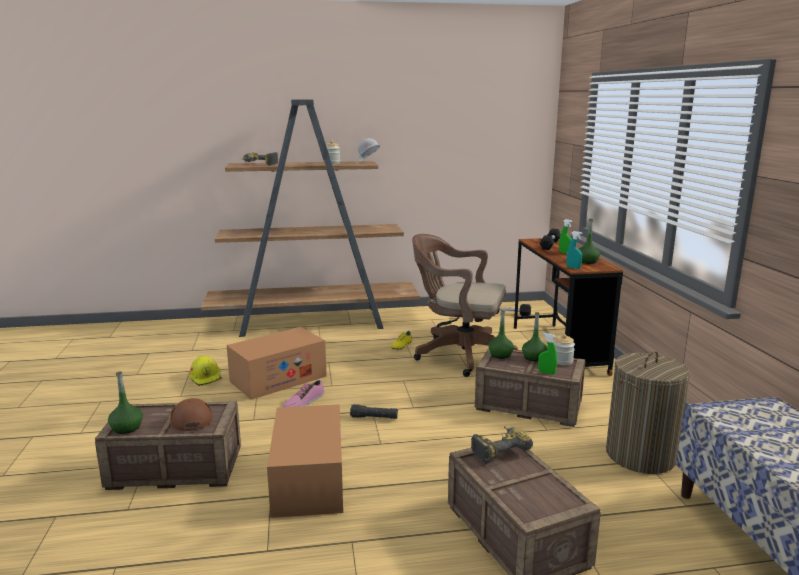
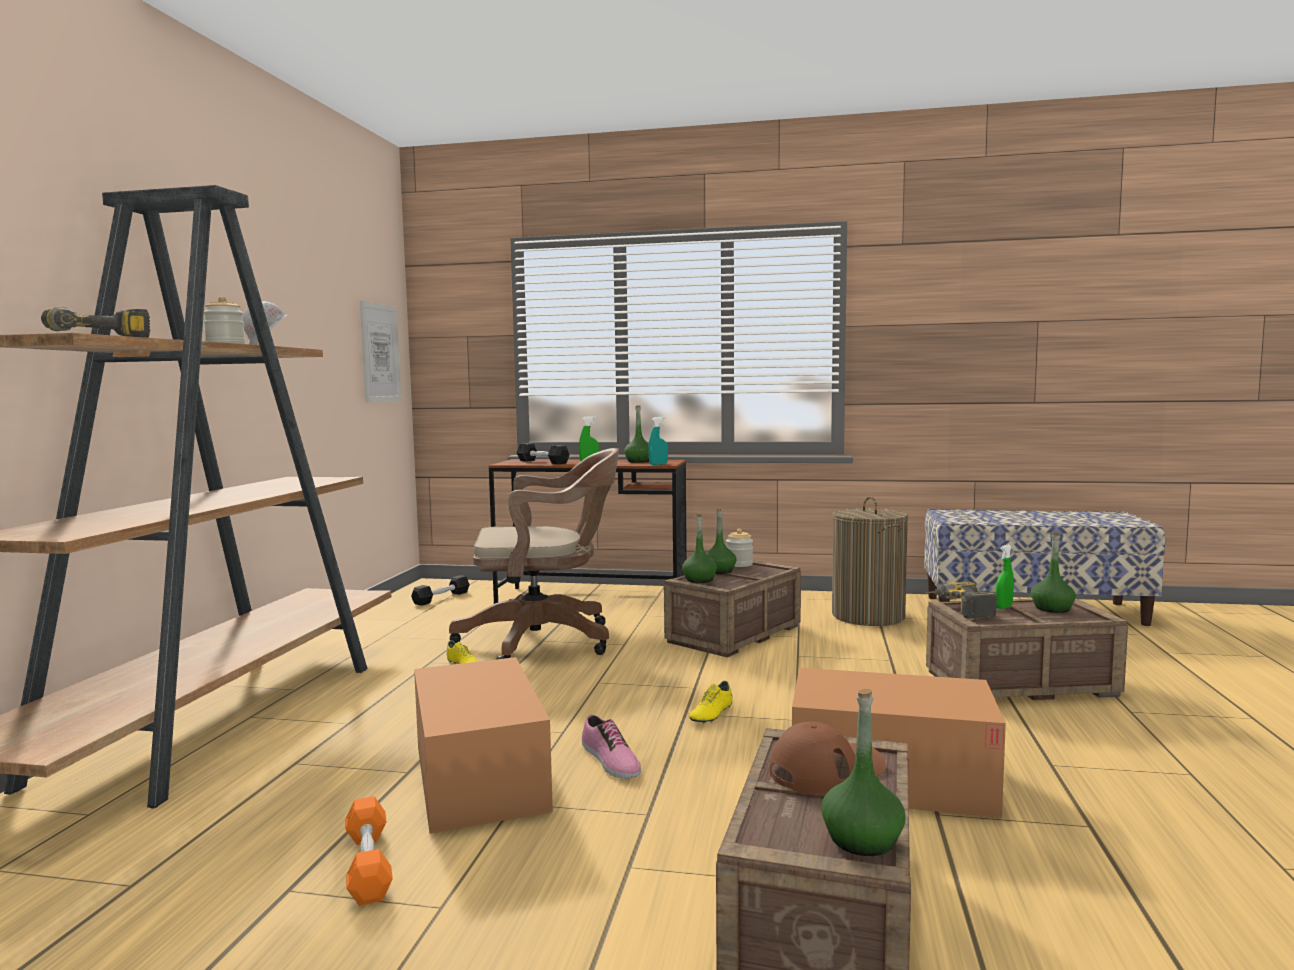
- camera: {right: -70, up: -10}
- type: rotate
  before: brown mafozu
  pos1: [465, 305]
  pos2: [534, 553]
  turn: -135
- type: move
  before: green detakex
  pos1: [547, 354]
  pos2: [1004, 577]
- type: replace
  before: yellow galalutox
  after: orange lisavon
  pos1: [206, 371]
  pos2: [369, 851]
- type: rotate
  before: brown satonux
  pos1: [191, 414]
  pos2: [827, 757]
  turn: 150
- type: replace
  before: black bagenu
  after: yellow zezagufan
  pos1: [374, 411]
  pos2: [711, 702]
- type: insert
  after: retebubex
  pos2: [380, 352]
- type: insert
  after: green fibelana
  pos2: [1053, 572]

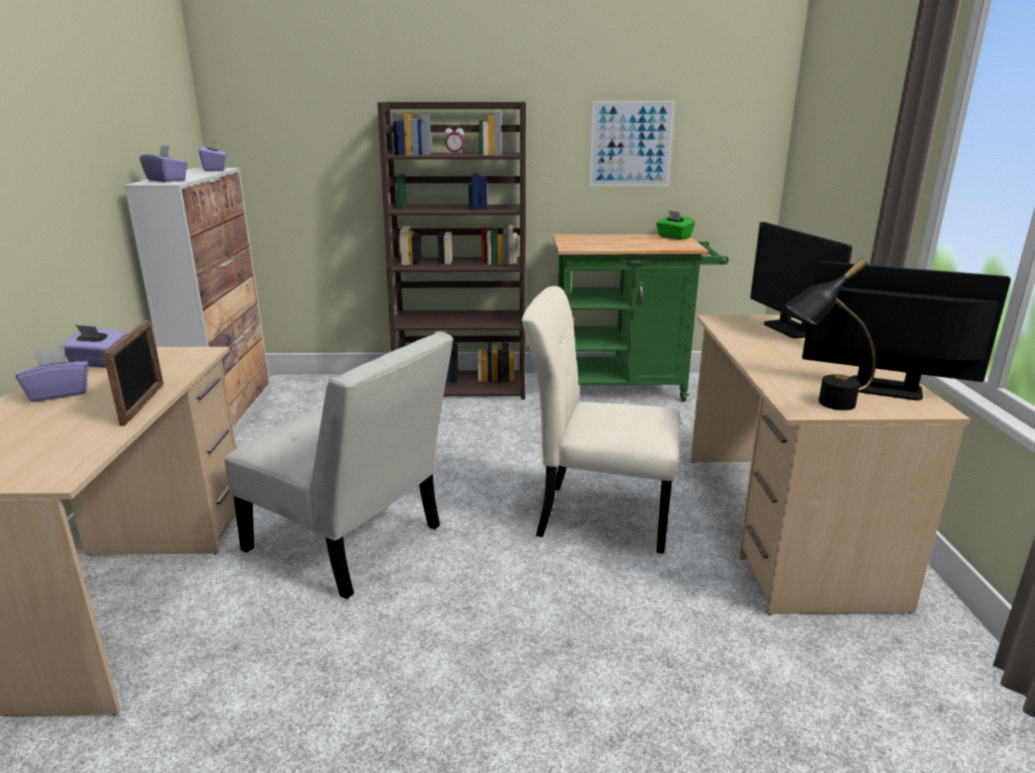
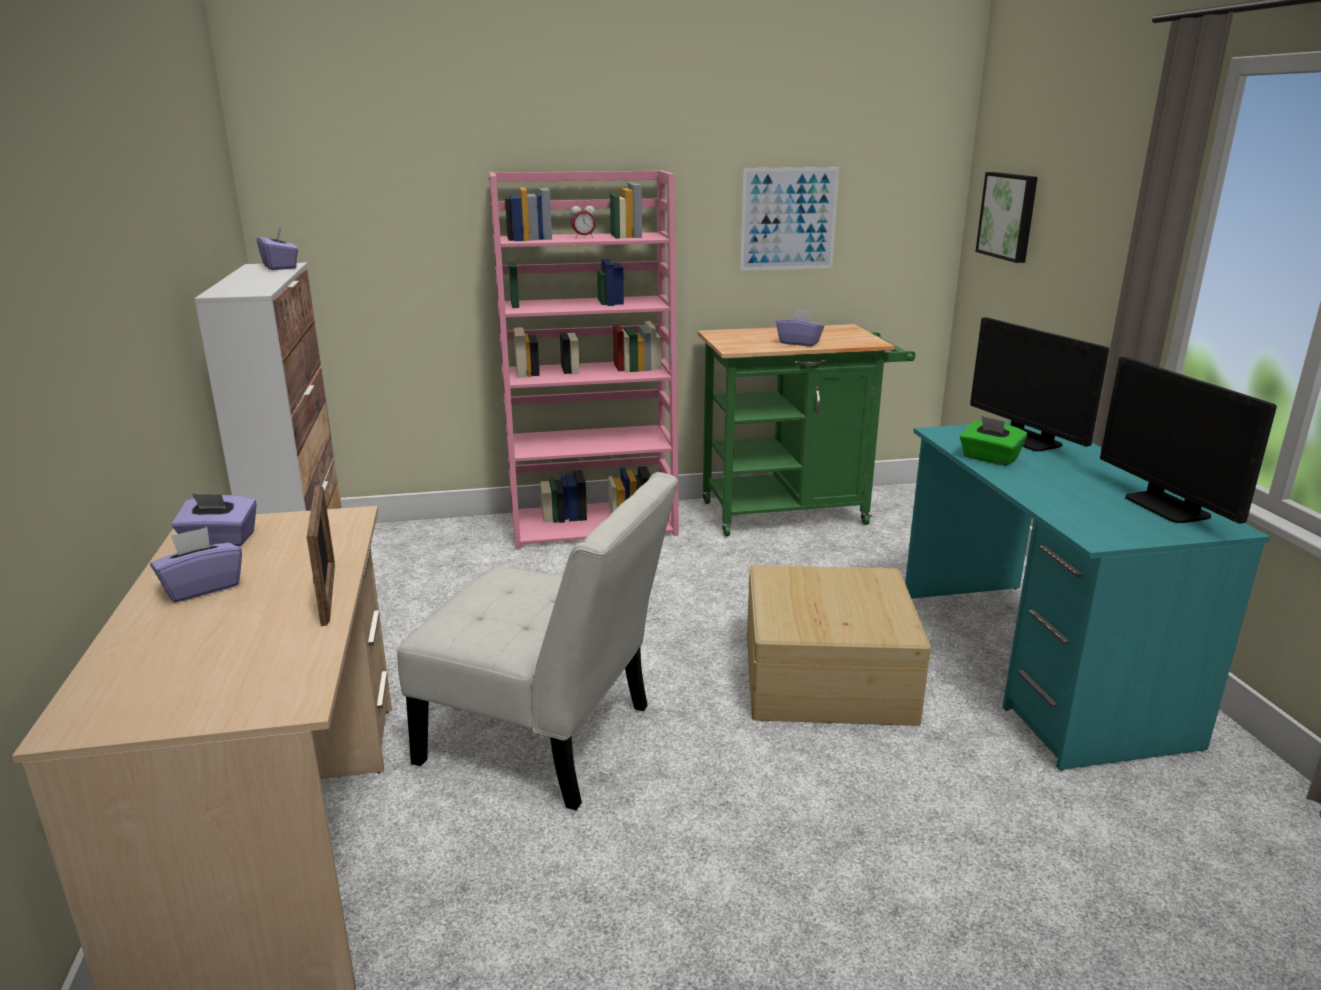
- camera: {right: -10, up: 0}
- type: recolor
  before: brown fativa
  after: pink fativa
  pos1: [451, 250]
  pos2: [584, 359]
- type: move
  before: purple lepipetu
  pos1: [163, 163]
  pos2: [800, 327]
- type: move
  before: green lepipetu
  pos1: [675, 225]
  pos2: [993, 441]
- type: delete
  before: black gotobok
  pos1: [830, 334]
- type: rotate
  before: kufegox
  pos1: [906, 331]
  pos2: [1188, 440]
  turn: -120
- type: replace
  before: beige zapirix
  after: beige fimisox
  pos1: [601, 420]
  pos2: [839, 645]
- type: recolor
  before: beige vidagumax
  after: turquoise vidagumax
  pos1: [830, 465]
  pos2: [1087, 596]
- type: insert
  after: retebubex
  pos2: [1006, 217]

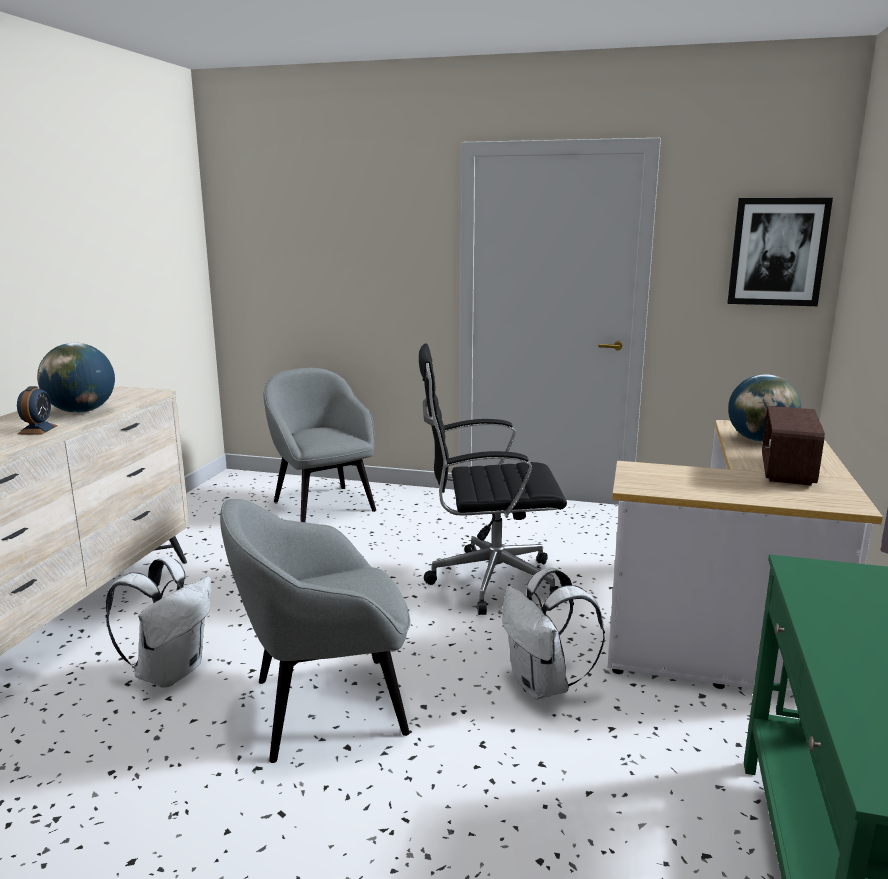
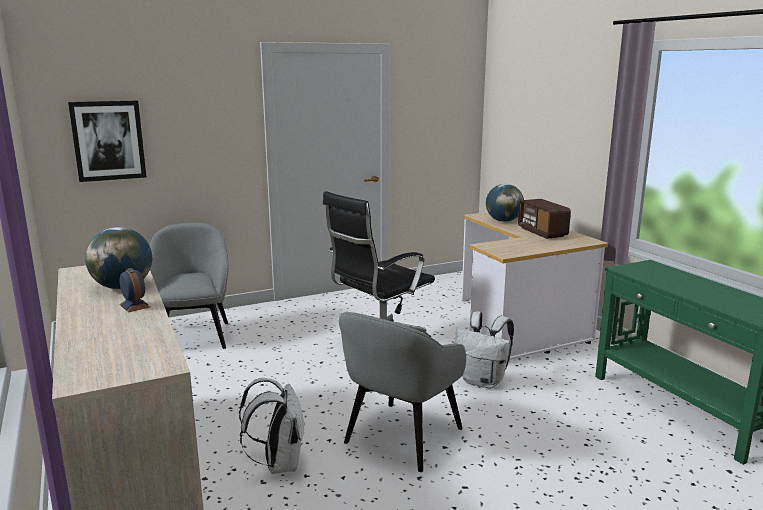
- camera: {right: -40, up: 0}
- type: move
  before: retebubex
  pos1: [780, 252]
  pos2: [107, 141]
- type: rotate
  before: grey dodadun
  pos1: [320, 445]
  pos2: [189, 286]
  turn: 60

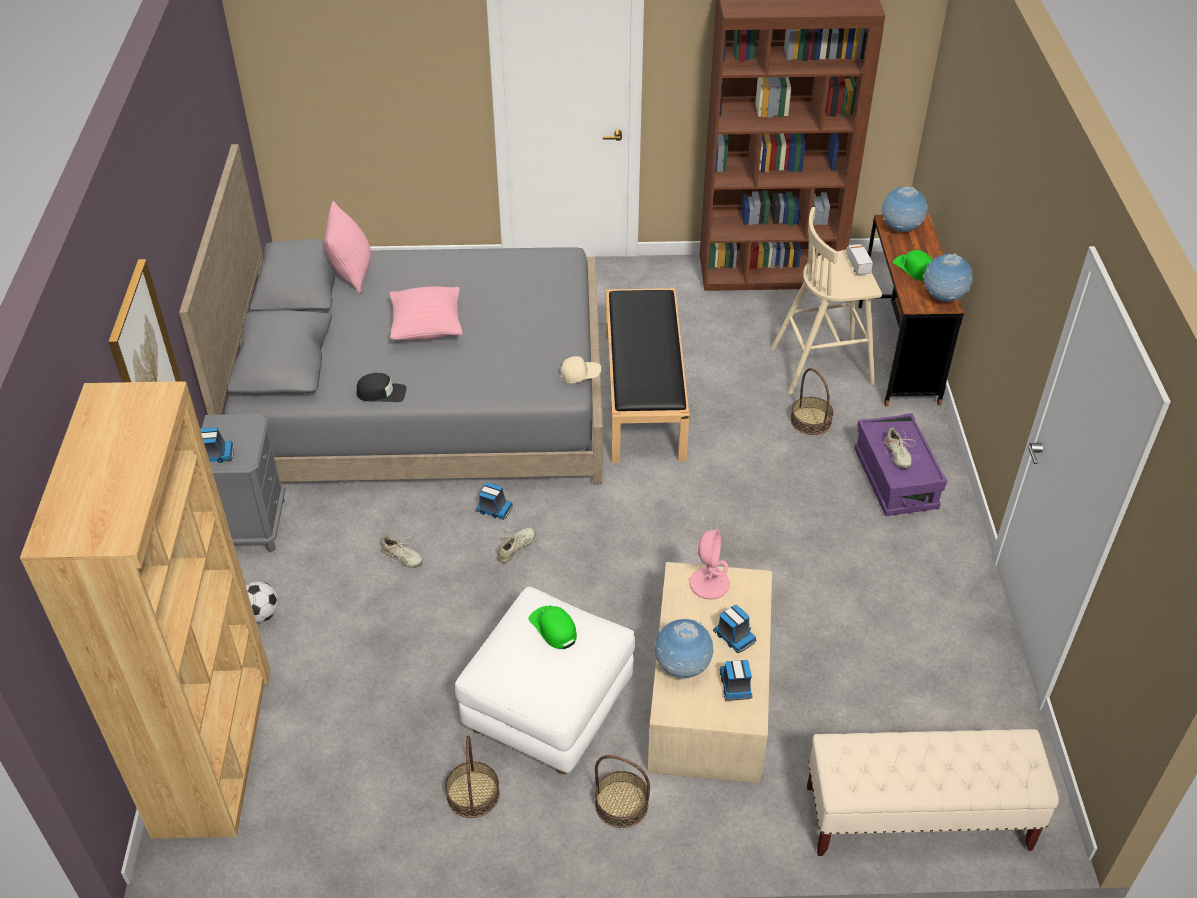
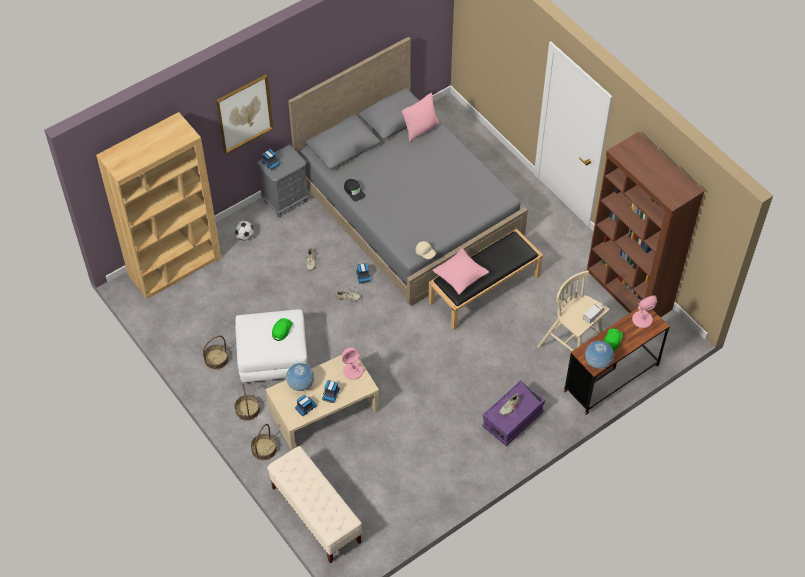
- camera: {right: 55, up: 10}
- type: replace
  before: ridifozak
  after: pink gotobok
  pos1: [905, 209]
  pos2: [644, 311]
- type: move
  before: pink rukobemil
  pos1: [426, 313]
  pos2: [461, 271]
- type: move
  before: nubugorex
  pos1: [812, 401]
  pos2: [264, 442]

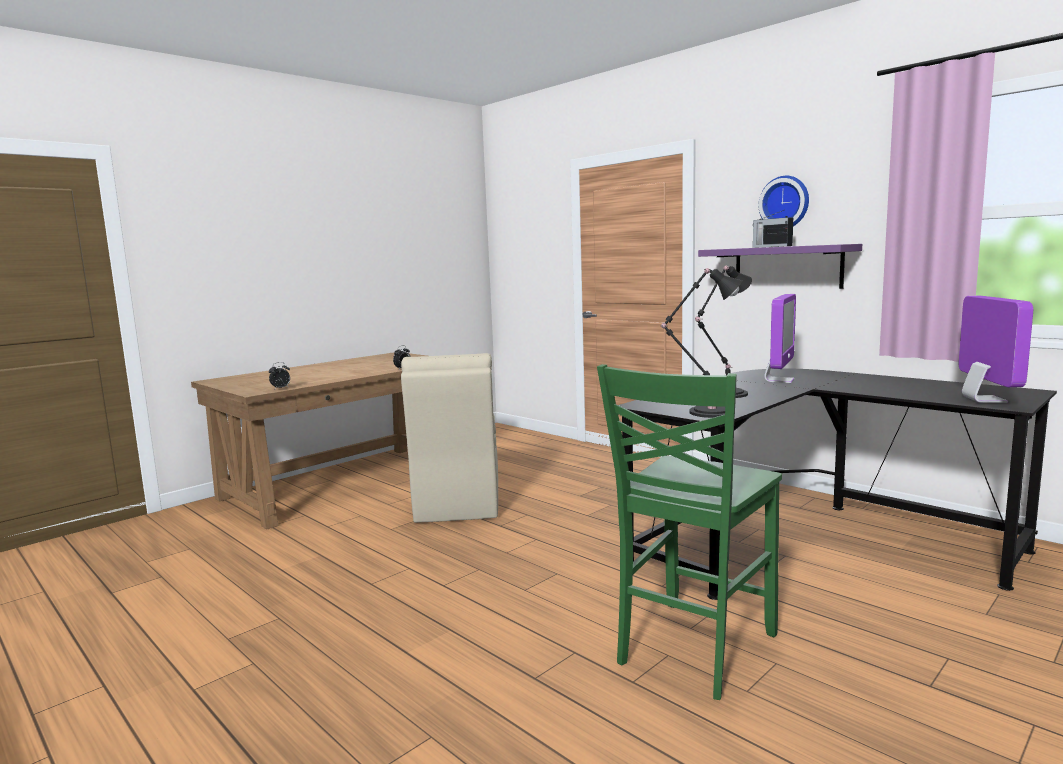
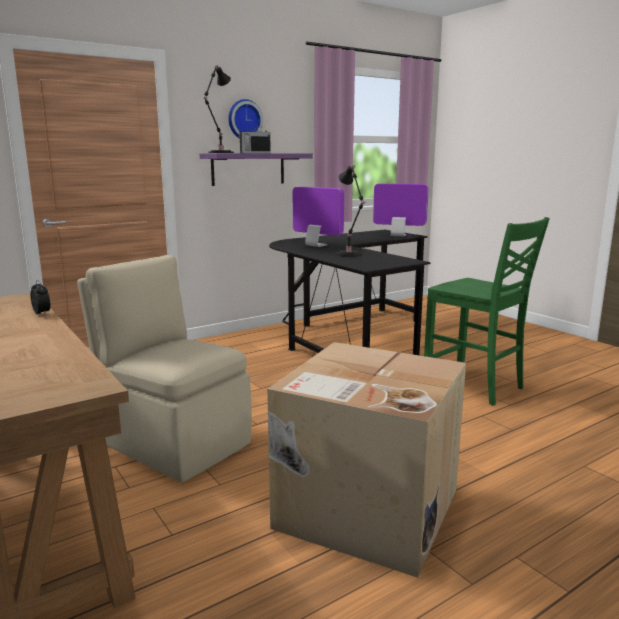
- camera: {right: -80, up: 5}
- type: move
  before: black gotobok
  pos1: [701, 343]
  pos2: [219, 109]
- type: rotate
  before: beige zapirix
  pos1: [449, 438]
  pos2: [164, 368]
  turn: -150
- type: delete
  before: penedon
  pos1: [279, 376]
- type: insert
  after: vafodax
  pos2: [366, 460]

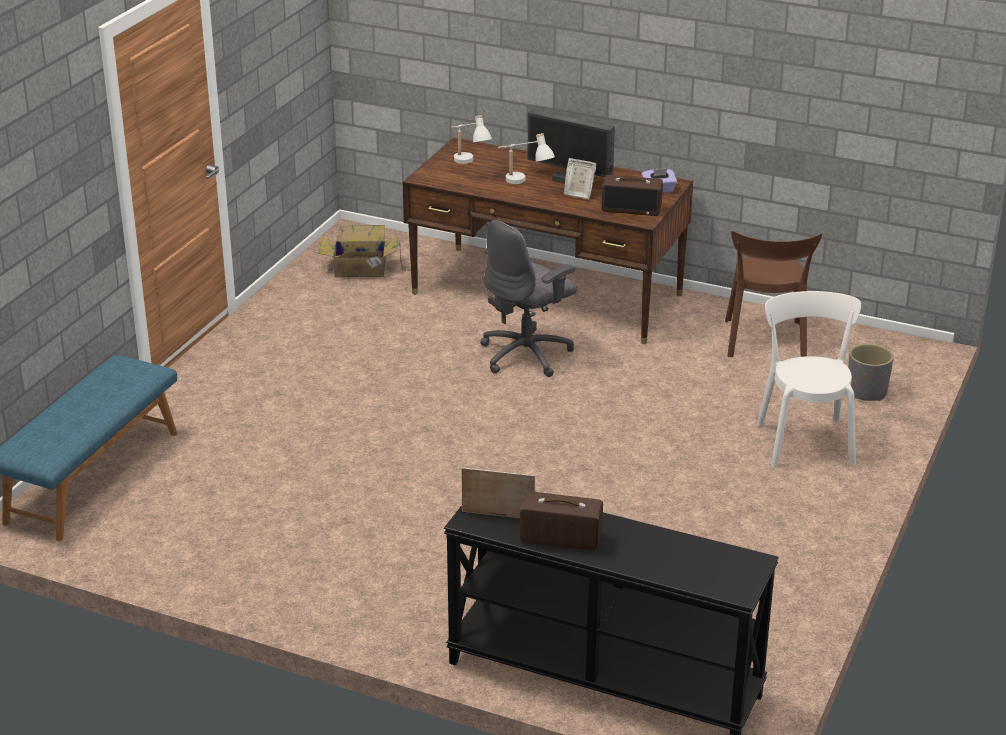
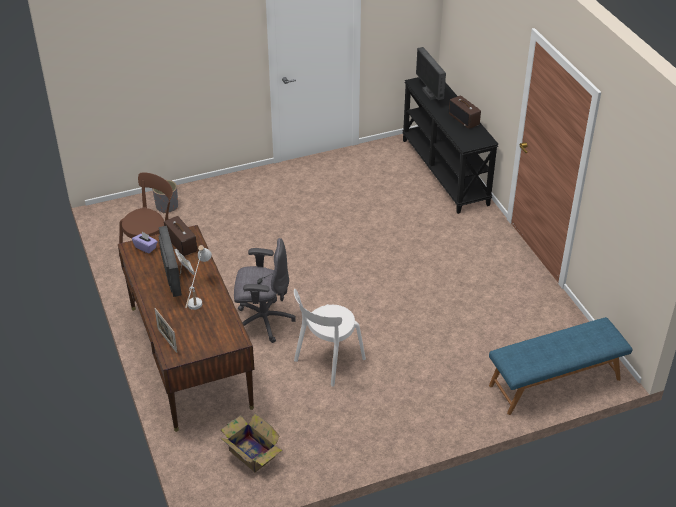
- camera: {right: -135, up: 10}
- type: delete
  before: white gotobok
  pos1: [471, 139]
- type: move
  before: white zapirix
  pos1: [809, 379]
  pos2: [330, 338]
- type: move
  before: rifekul
  pos1: [498, 492]
  pos2: [166, 330]
- type: insert
  after: kufegox
  pos2: [431, 73]

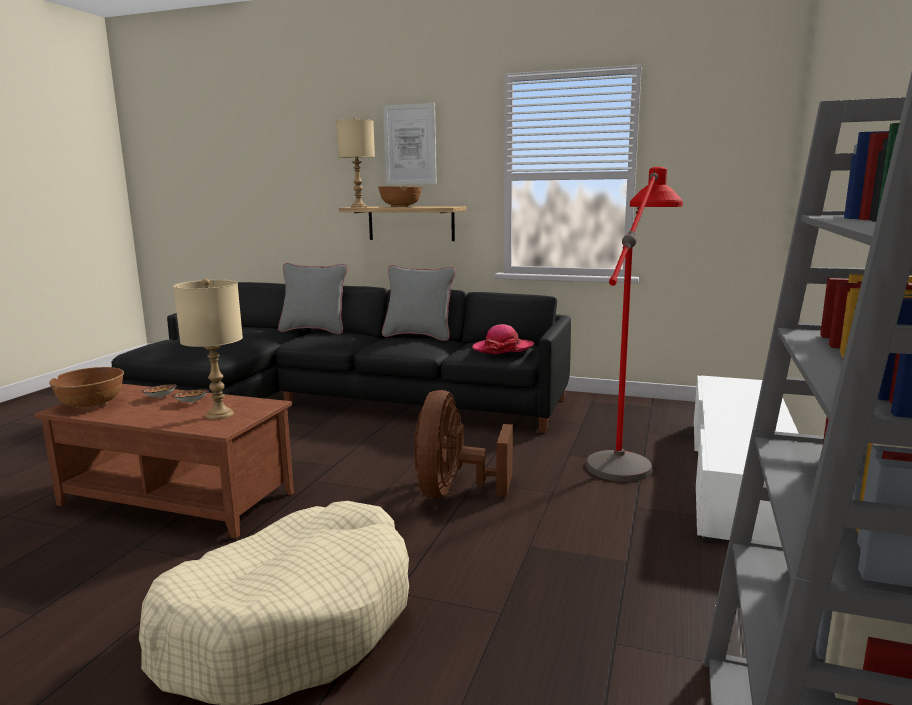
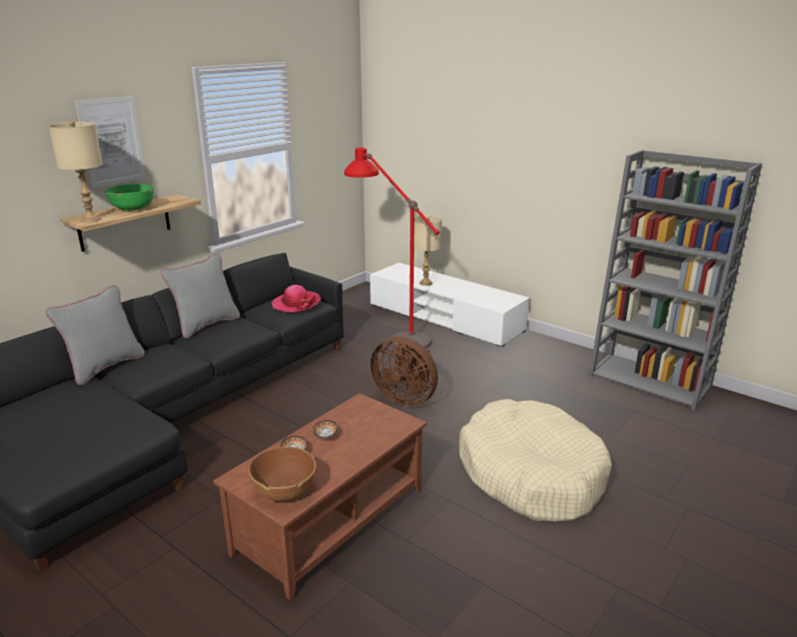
- camera: {right: -70, up: 10}
- type: recolor
  before: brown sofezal
  after: green sofezal
  pos1: [400, 196]
  pos2: [129, 197]
- type: move
  before: beige gotobok
  pos1: [208, 348]
  pos2: [428, 251]

